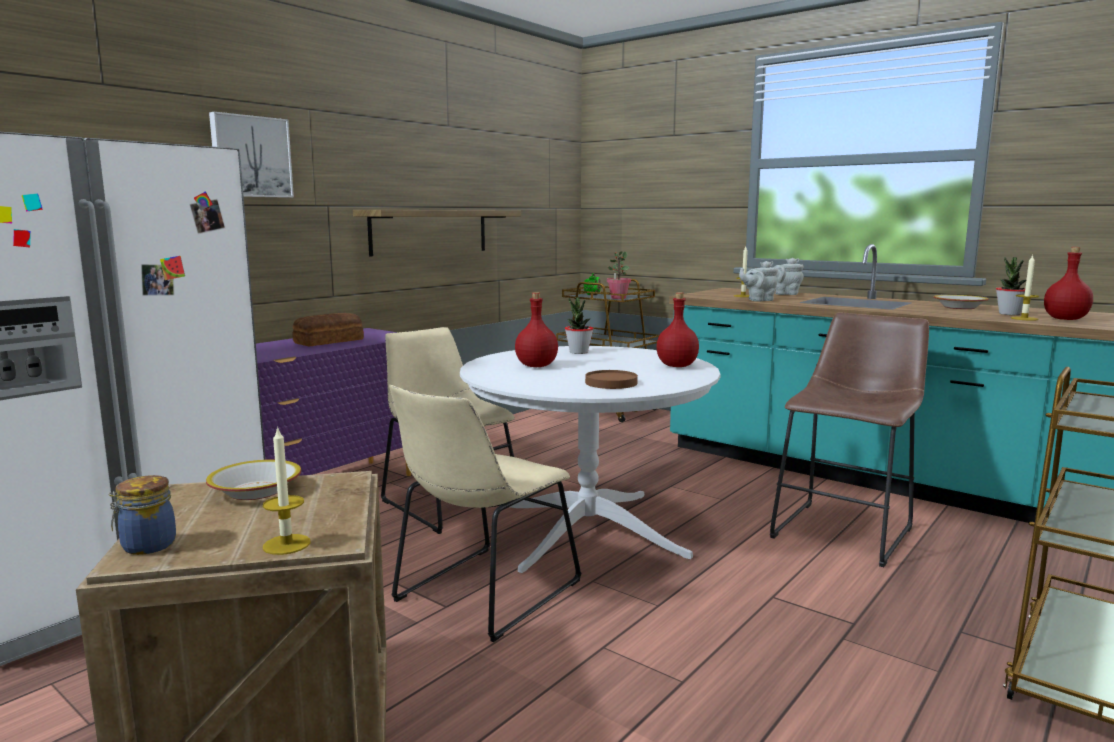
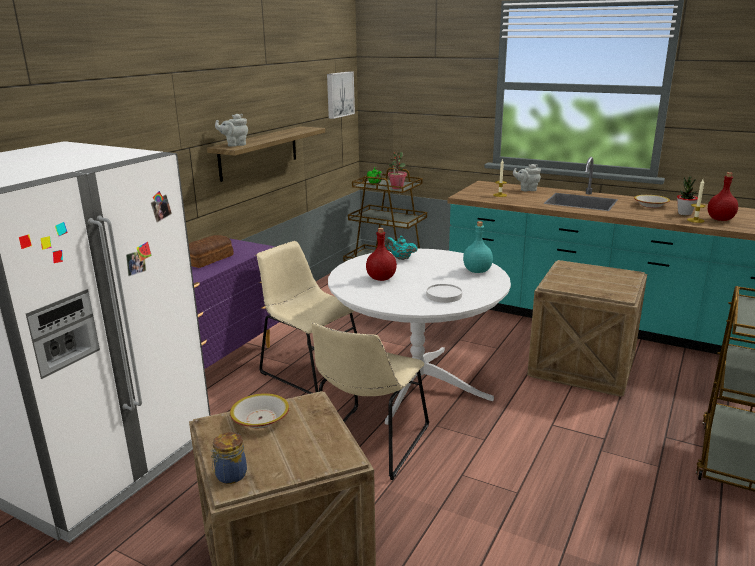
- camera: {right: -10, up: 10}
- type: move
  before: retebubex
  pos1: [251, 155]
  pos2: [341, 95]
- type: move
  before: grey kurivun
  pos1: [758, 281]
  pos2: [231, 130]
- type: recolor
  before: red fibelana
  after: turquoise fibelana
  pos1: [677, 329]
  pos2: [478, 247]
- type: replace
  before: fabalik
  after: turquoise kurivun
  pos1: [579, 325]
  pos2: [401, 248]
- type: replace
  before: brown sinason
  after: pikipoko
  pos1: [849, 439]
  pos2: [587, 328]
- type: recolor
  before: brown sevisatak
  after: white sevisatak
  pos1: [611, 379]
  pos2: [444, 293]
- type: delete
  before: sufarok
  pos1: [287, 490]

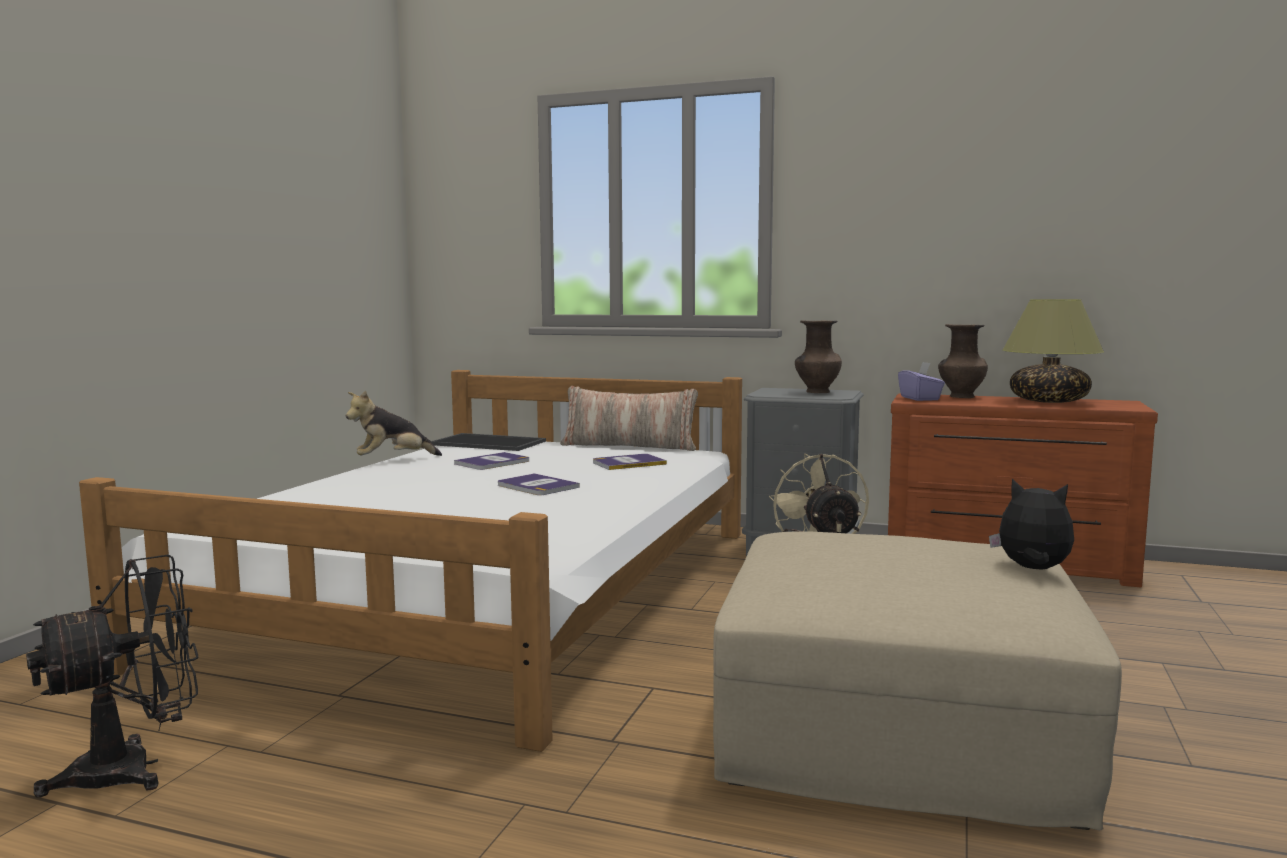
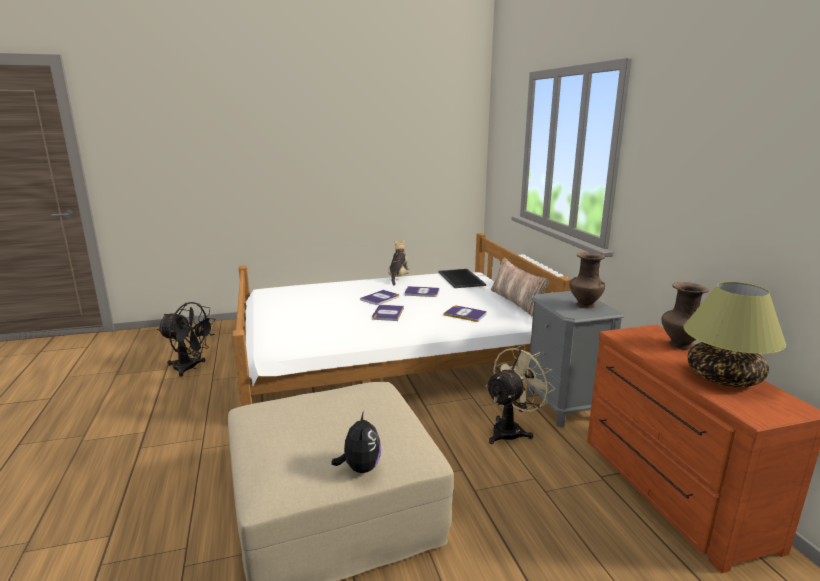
- camera: {right: 55, up: 10}
- type: delete
  before: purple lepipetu
  pos1: [921, 381]
- type: rotate
  before: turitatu
  pos1: [394, 423]
  pos2: [399, 262]
  turn: 75
- type: insert
  after: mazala
  pos2: [379, 297]

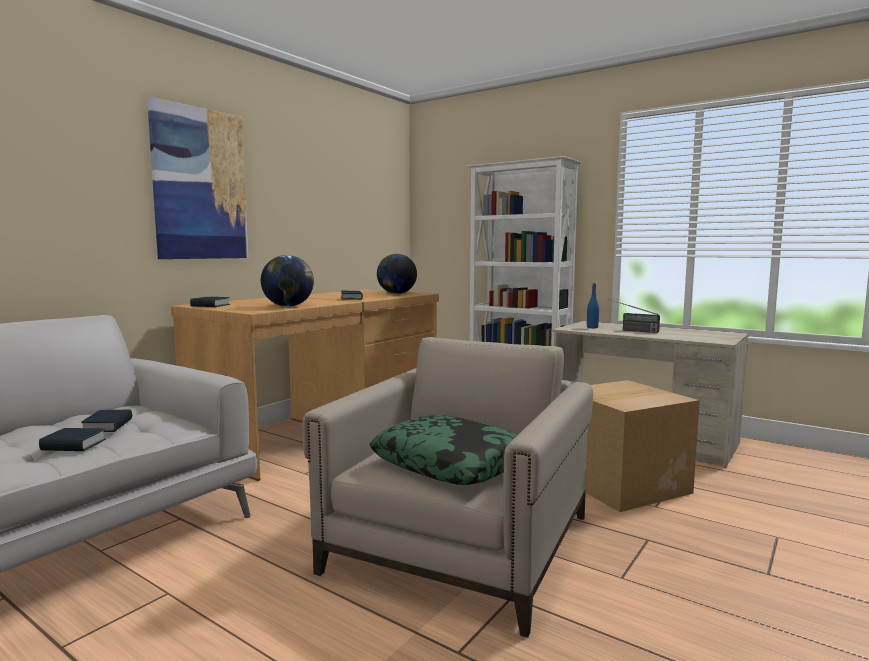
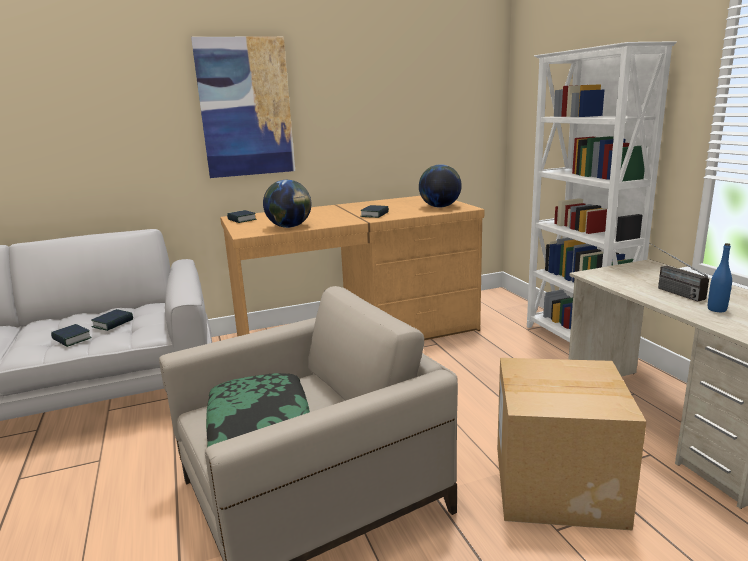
- camera: {right: 35, up: 10}
- type: move
  before: blue fibelana
  pos1: [593, 305]
  pos2: [720, 277]

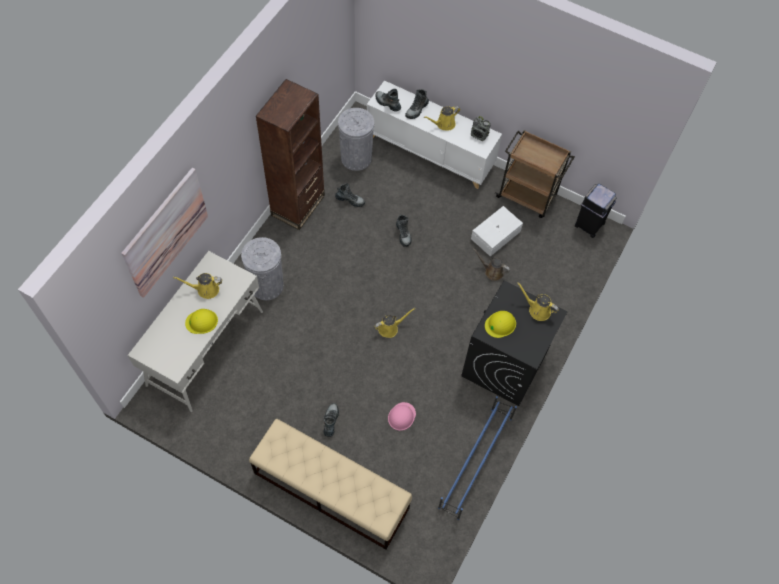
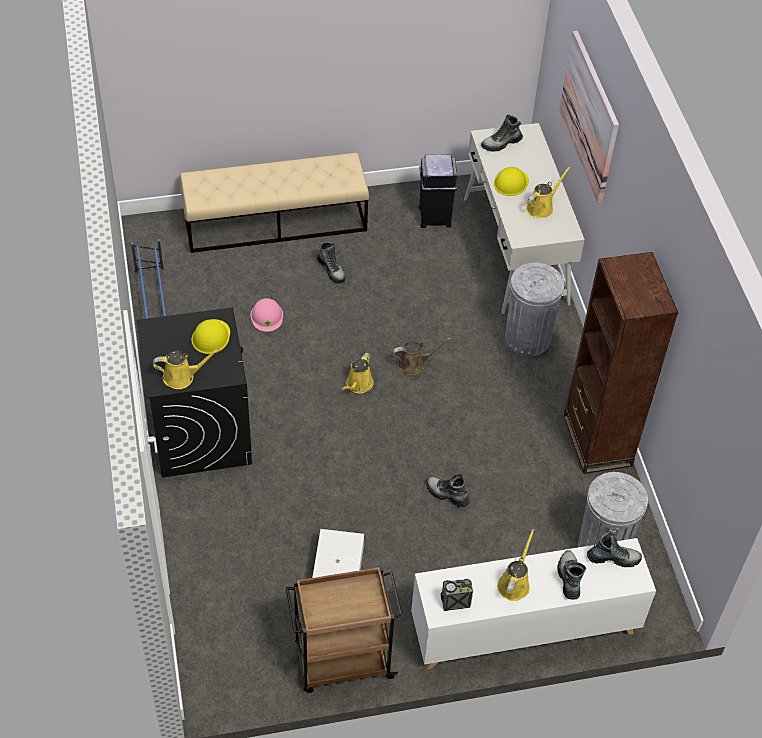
- camera: {right: 140, up: -10}
- type: move
  before: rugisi
  pos1: [350, 195]
  pos2: [502, 133]
- type: move
  before: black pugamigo
  pos1: [596, 211]
  pos2: [437, 191]
- type: move
  before: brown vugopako
  pos1: [491, 264]
  pos2: [421, 356]

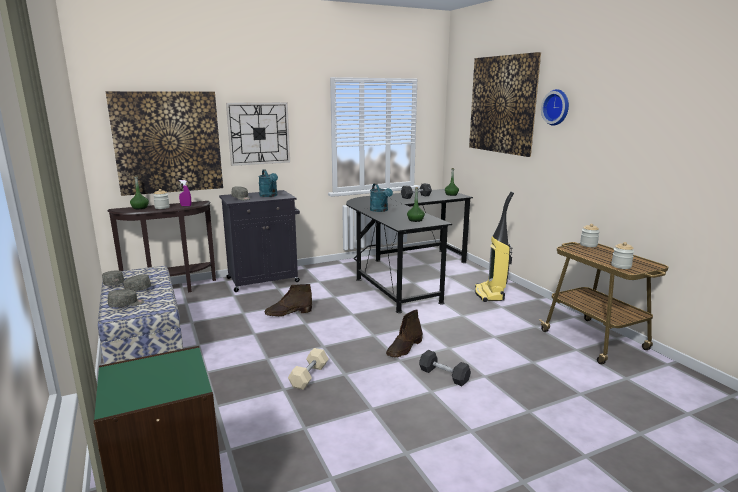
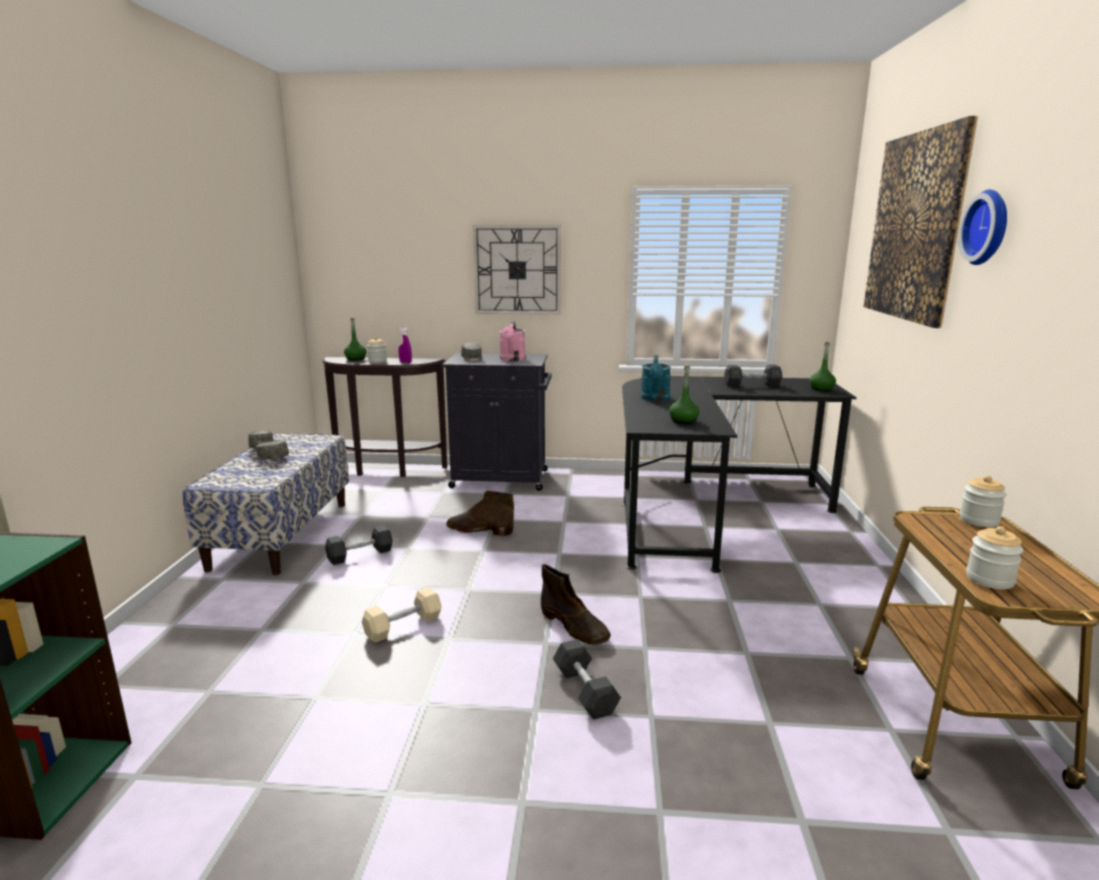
- camera: {right: 30, up: 0}
- type: delete
  before: retebubex
  pos1: [164, 143]
- type: recolor
  before: turquoise vugopako
  after: pink vugopako
  pos1: [268, 183]
  pos2: [513, 341]
- type: delete
  before: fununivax
  pos1: [494, 247]
- type: delete
  before: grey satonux
  pos1: [126, 298]
- type: rotate
  before: brown rugisi
  pos1: [404, 333]
  pos2: [576, 604]
  turn: -105
- type: insert
  after: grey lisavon
  pos2: [359, 545]

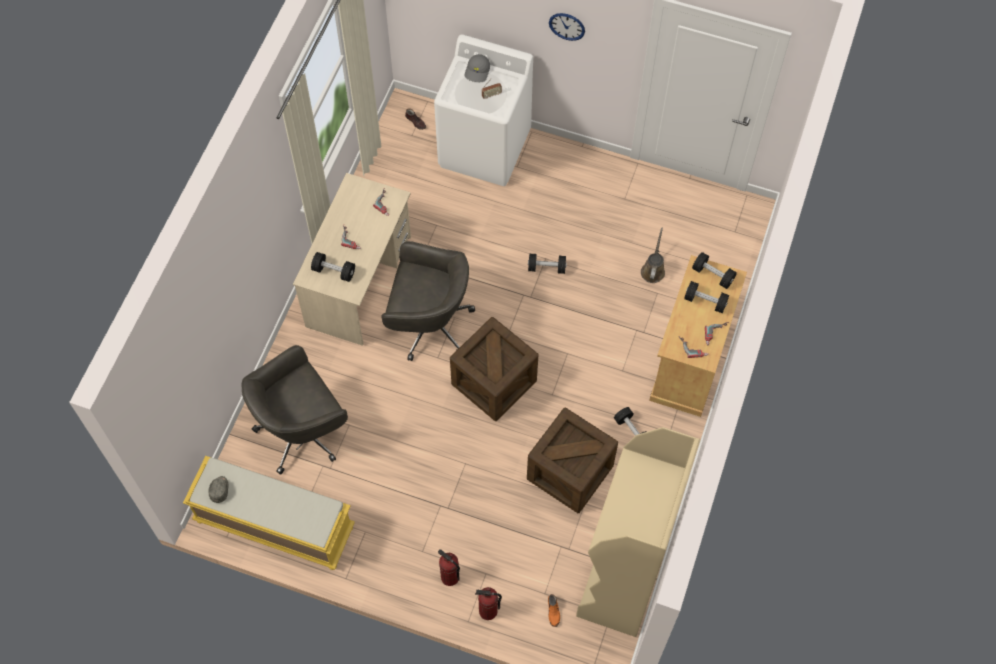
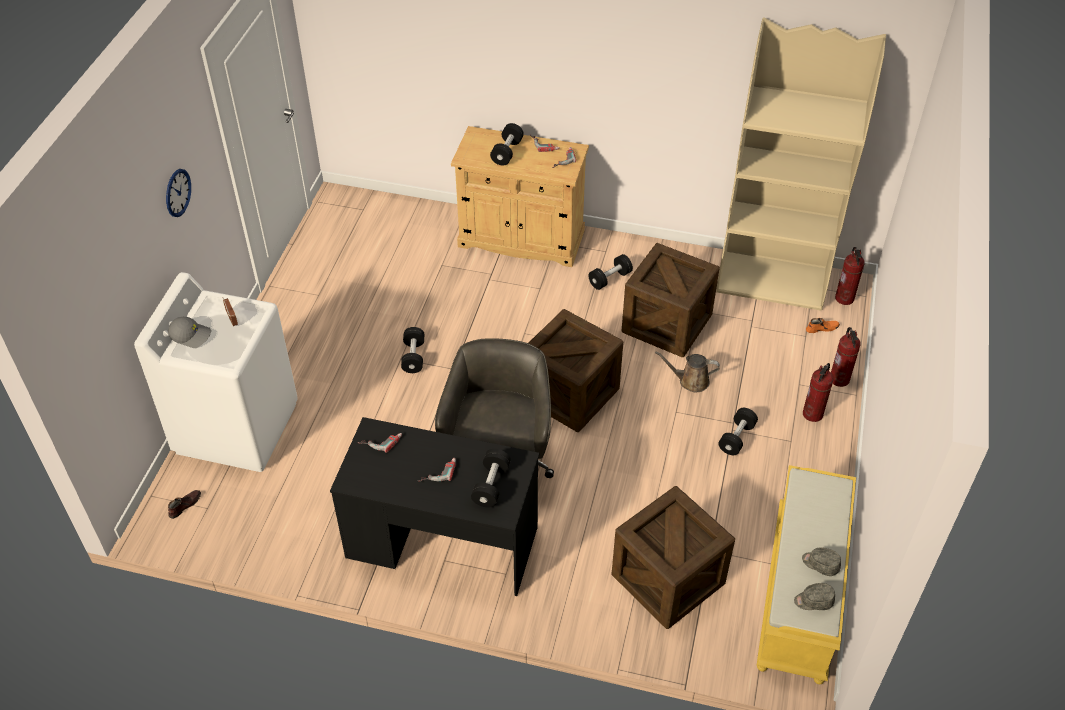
- camera: {right: -95, up: -15}
- type: recolor
  before: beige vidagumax
  after: black vidagumax
  pos1: [352, 259]
  pos2: [434, 506]
- type: move
  before: brown vugopako
  pos1: [653, 255]
  pos2: [687, 371]
- type: move
  before: black lisavon
  pos1: [714, 270]
  pos2: [738, 431]
- type: replace
  before: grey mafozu
  after: pikipoko
  pos1: [295, 410]
  pos2: [673, 557]
- type: insert
  after: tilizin
  pos2: [850, 276]
- type: insert
  after: grey satonux
  pos2: [821, 561]

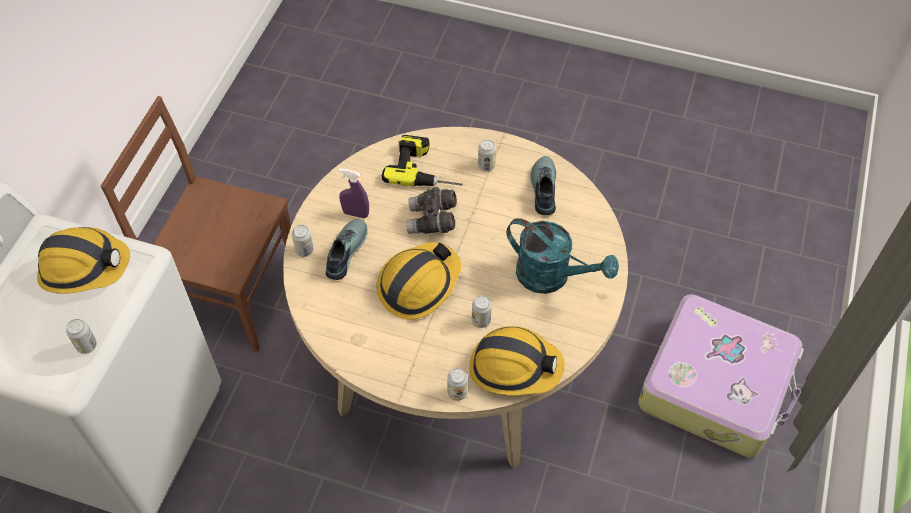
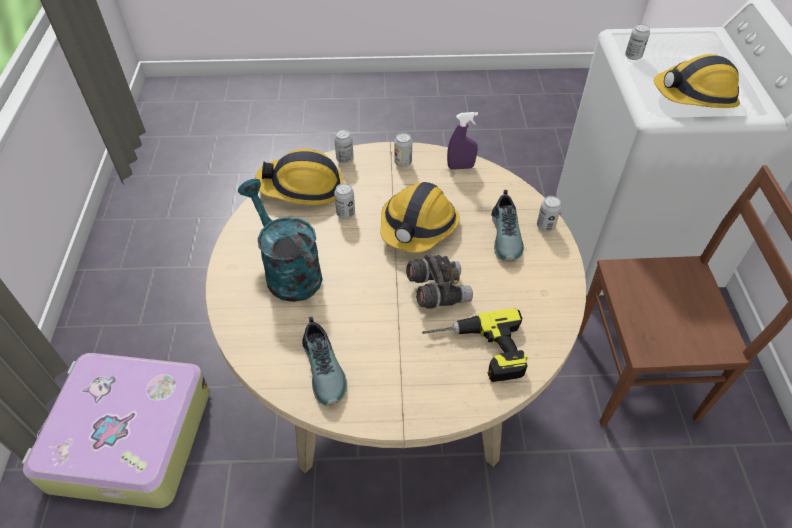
- camera: {right: 160, up: -5}
- type: move
  before: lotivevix
  pos1: [487, 155]
  pos2: [403, 150]
- type: move
  before: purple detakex
  pos1: [354, 193]
  pos2: [462, 141]
- type: rotate
  before: turquoise vugopako
  pos1: [562, 256]
  pos2: [280, 240]
  turn: 45

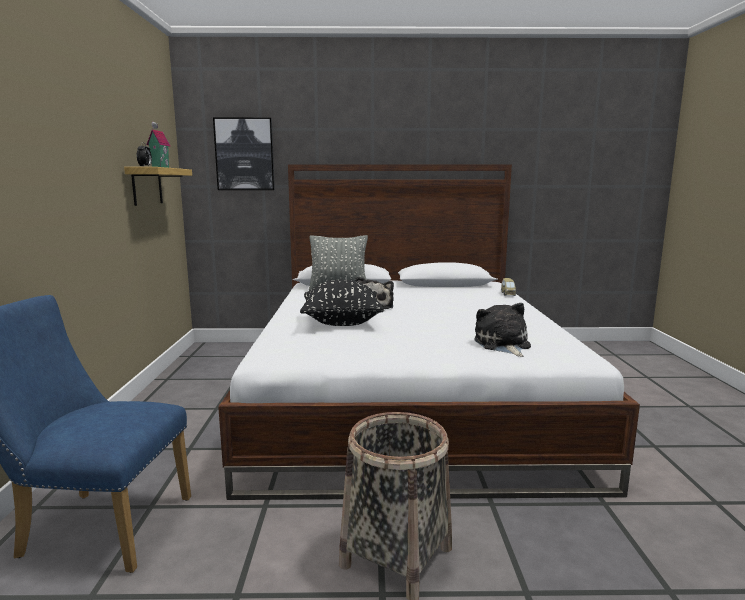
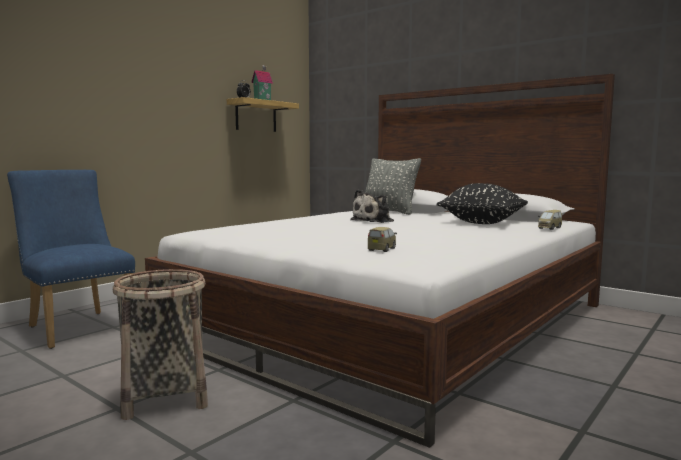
- camera: {right: 40, up: -5}
- type: delete
  before: retebubex
  pos1: [244, 154]
- type: move
  before: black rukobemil
  pos1: [342, 302]
  pos2: [482, 203]
- type: replace
  before: turitatu
  after: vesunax
  pos1: [502, 330]
  pos2: [382, 239]

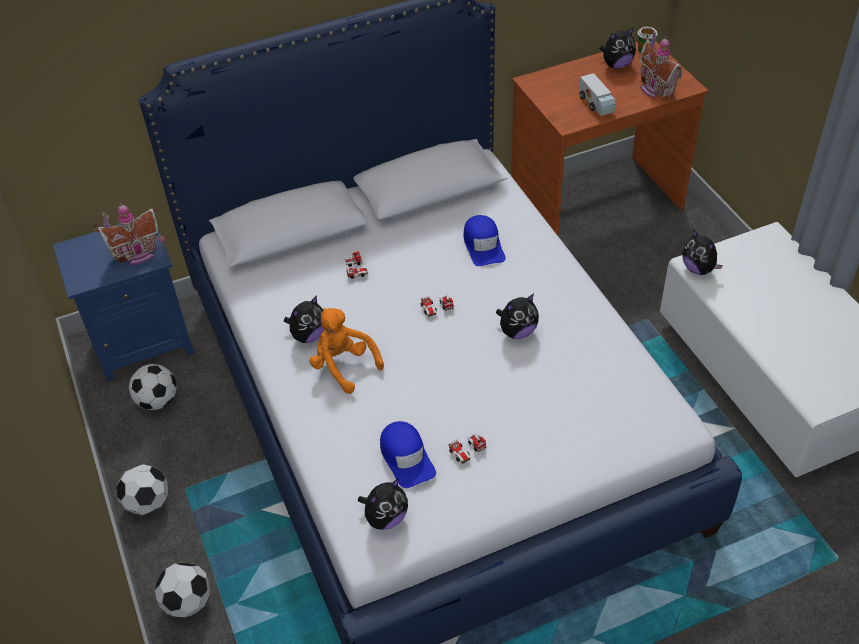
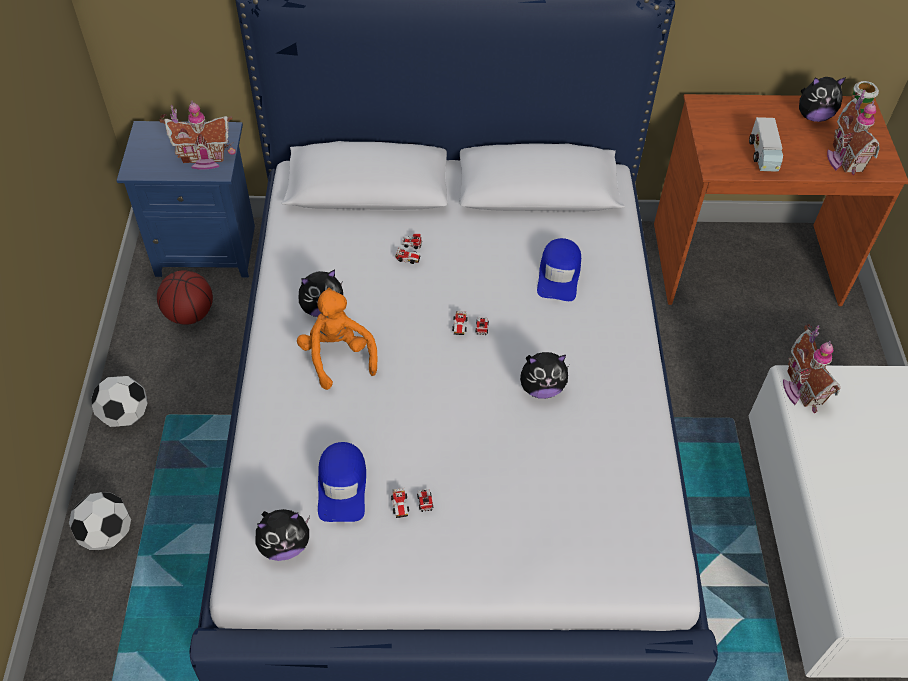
- camera: {right: 20, up: 5}
- type: replace
  before: turitatu
  after: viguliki
  pos1: [702, 252]
  pos2: [811, 368]
- type: replace
  before: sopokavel
  after: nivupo
  pos1: [153, 387]
  pos2: [185, 297]

